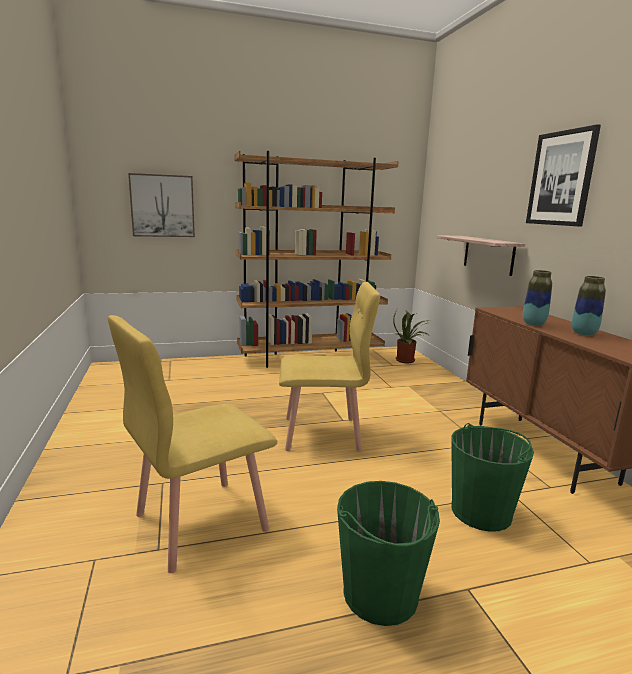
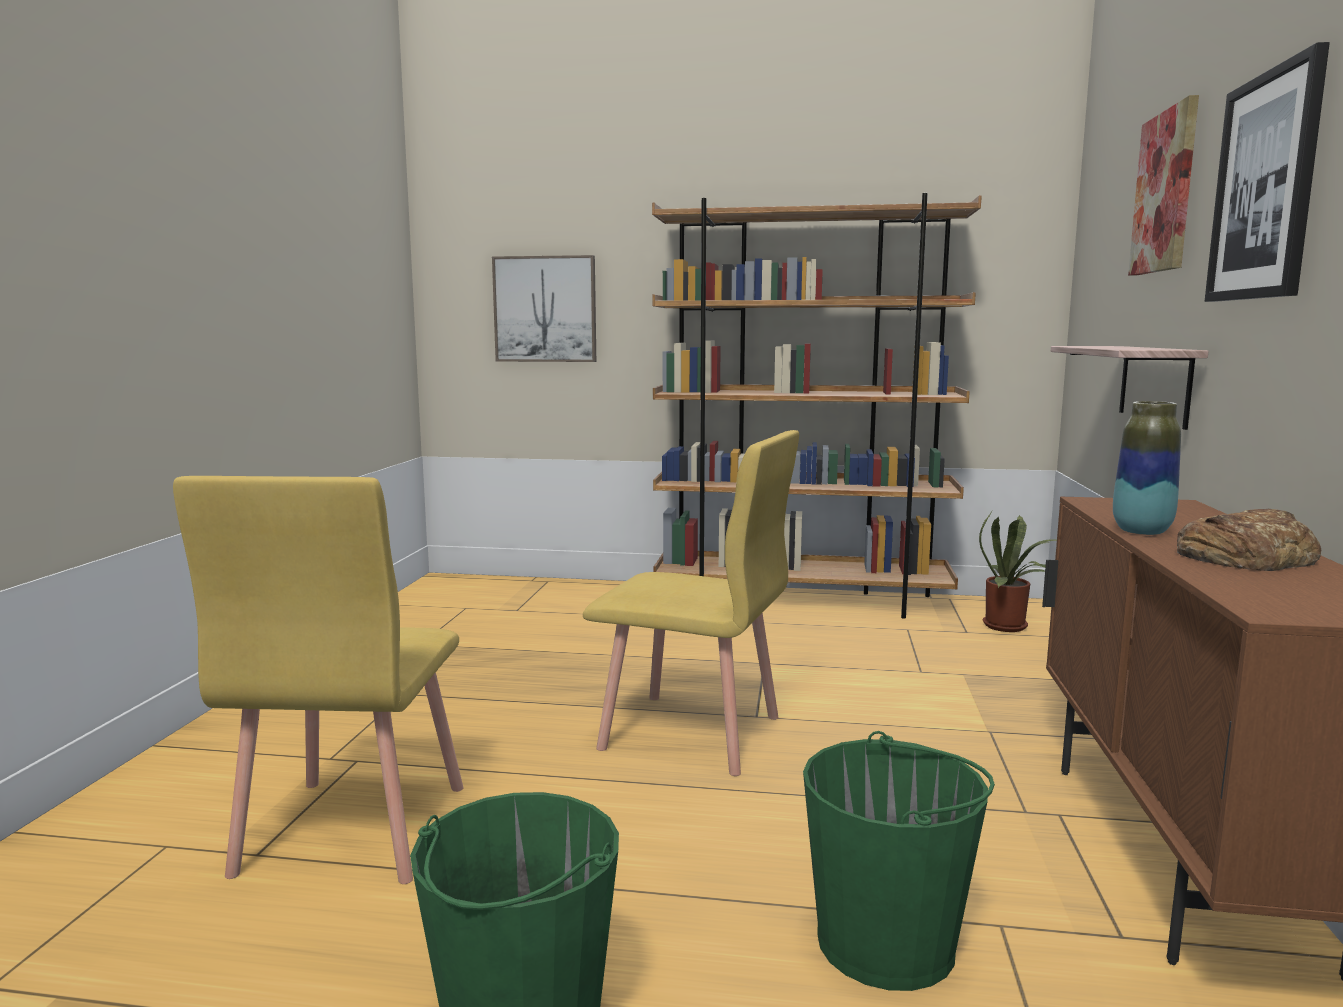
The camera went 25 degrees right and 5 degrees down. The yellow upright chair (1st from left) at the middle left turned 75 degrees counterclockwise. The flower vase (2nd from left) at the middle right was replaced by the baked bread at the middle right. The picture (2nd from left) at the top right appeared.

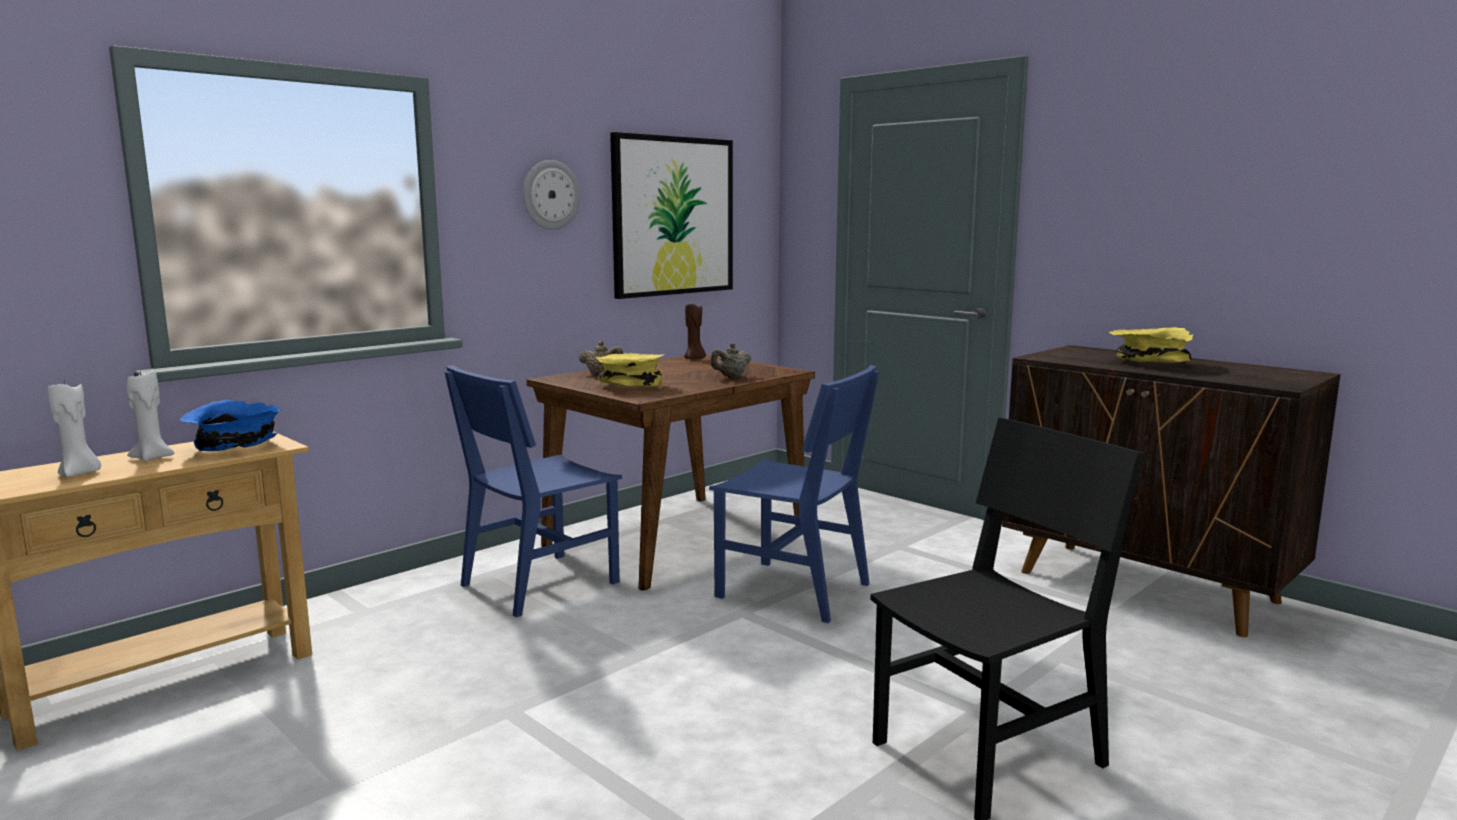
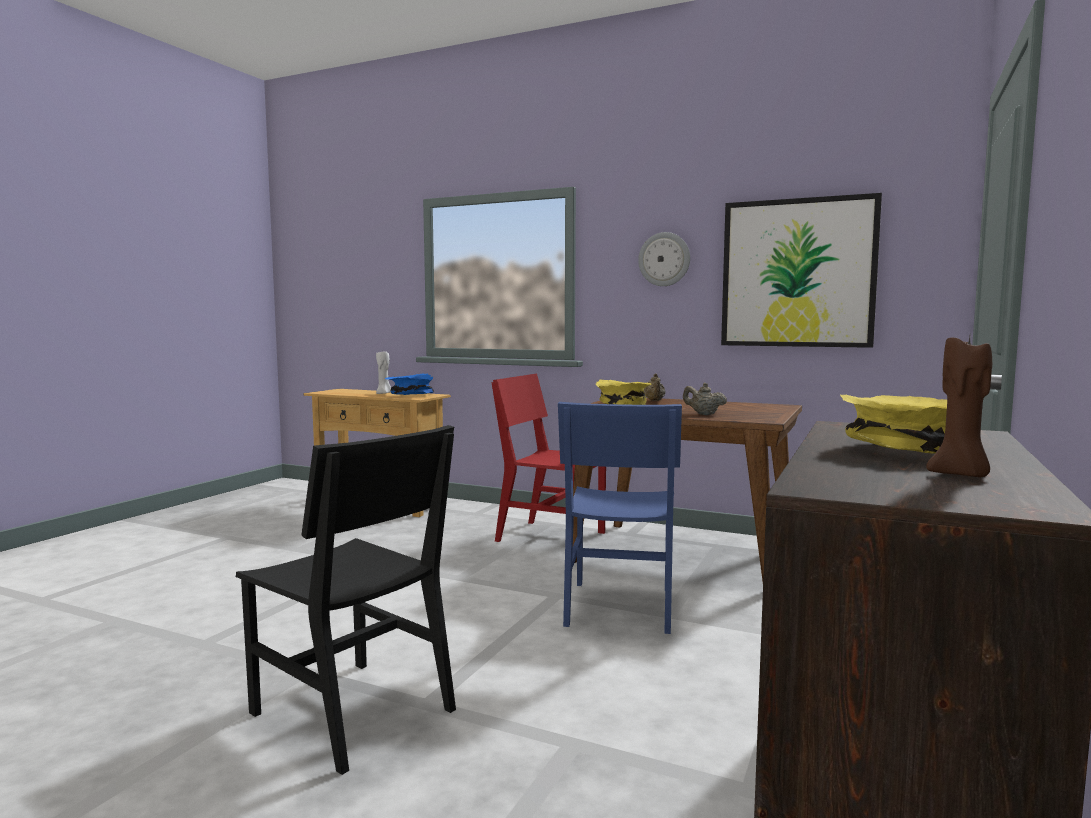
The camera went 70 degrees right and 5 degrees down. The white wax light (1st from left) at the middle left disappeared. The blue-coloured upright chair (1st from left) at the centre became the red upright chair at the centre. The brownish wax light moved from the centre to the middle right.

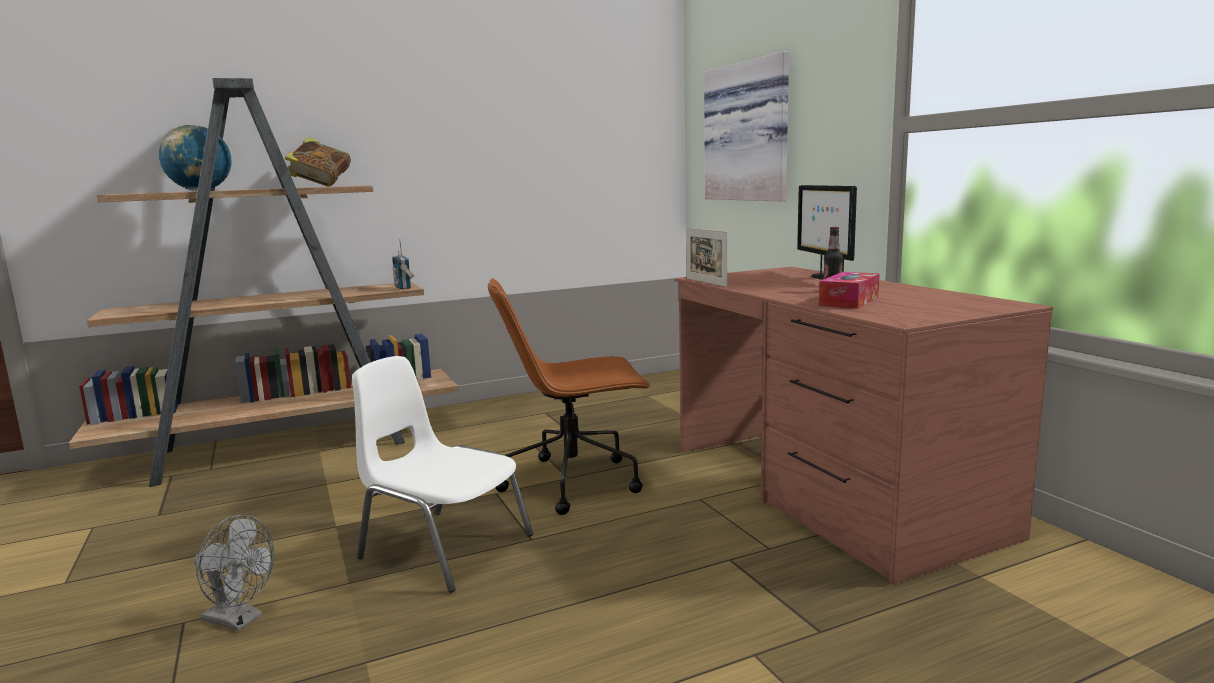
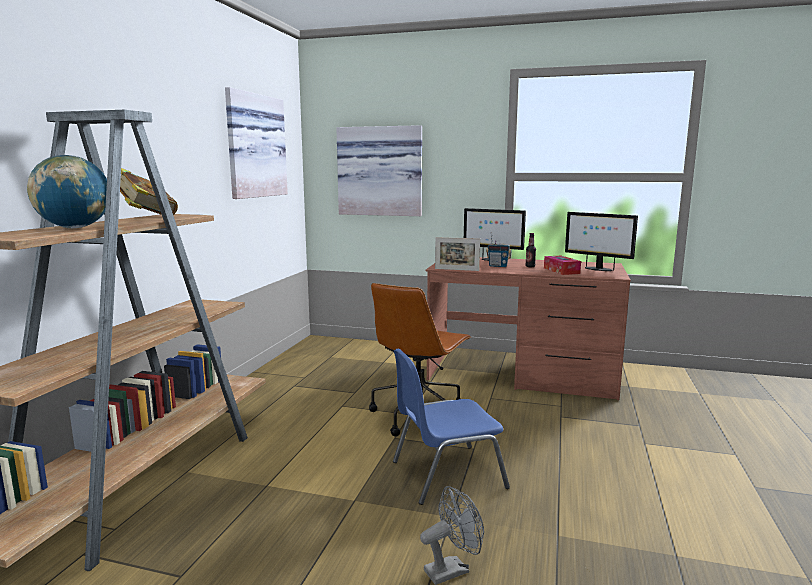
The camera went 50 degrees left and 0 degrees up. The white upright chair at the bottom centre became the blue-coloured upright chair at the bottom centre. The radio moved from the middle left to the centre. The picture (1st from left) at the top left appeared. The monitor (2nd from left) at the middle right appeared.

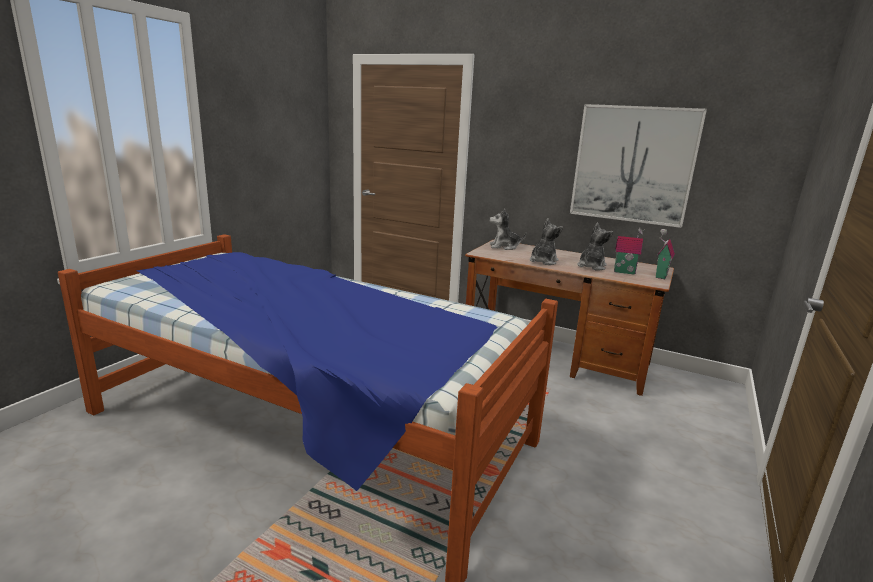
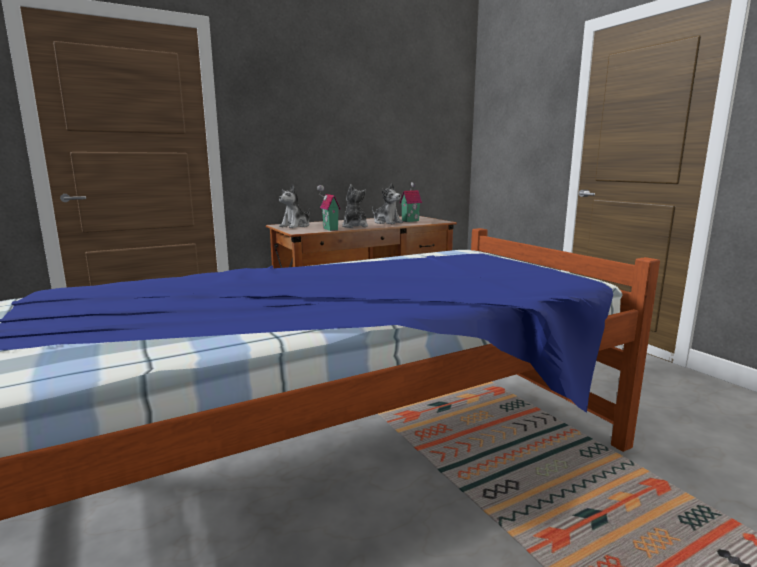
The camera went 55 degrees left and 5 degrees down. The picture at the top right disappeared. The plush toy (3rd from left) at the middle right turned 150 degrees clockwise. The miniature house (2nd from left in the first image) moved from the middle right to the centre.

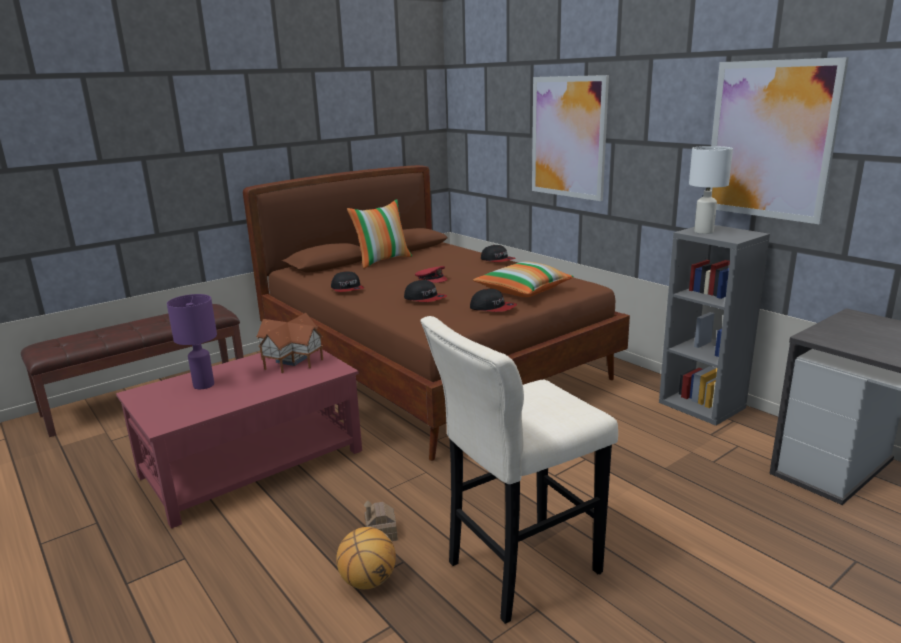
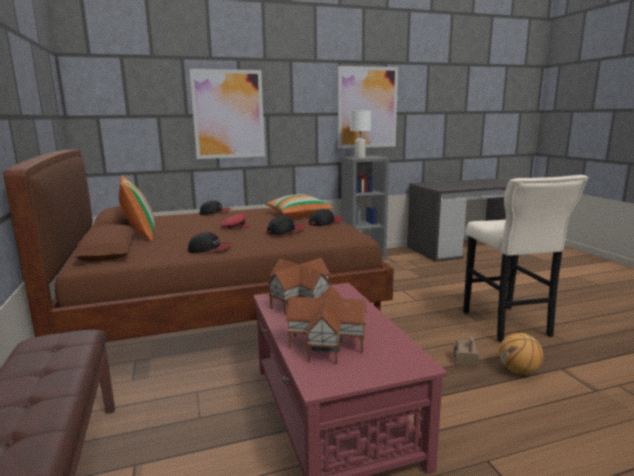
The camera went 70 degrees left and 5 degrees down. The purplish table lamp at the middle left was replaced by the miniature house (2nd from left) at the bottom centre.

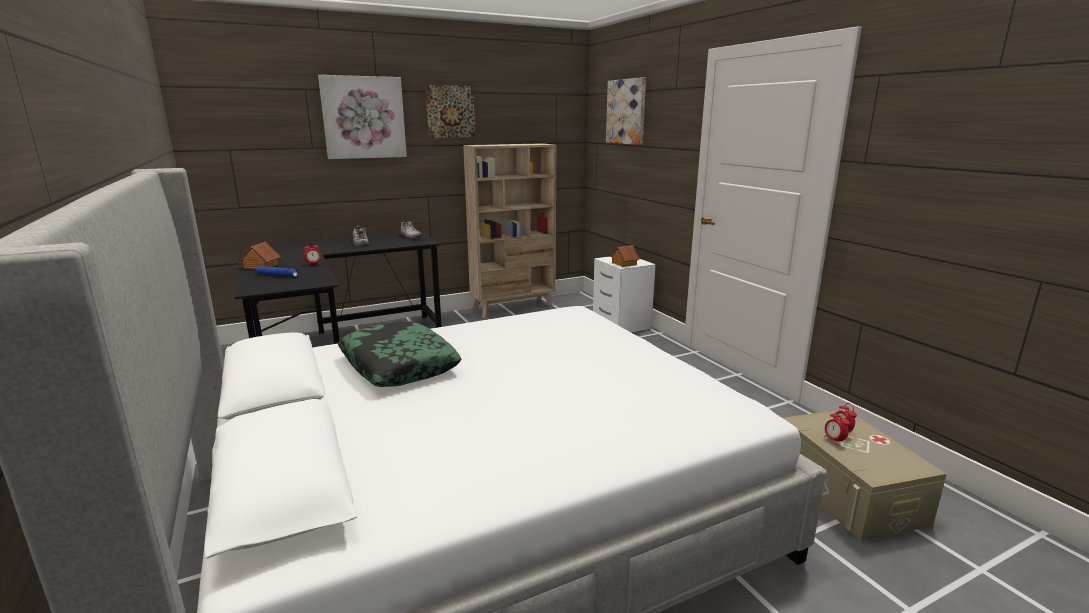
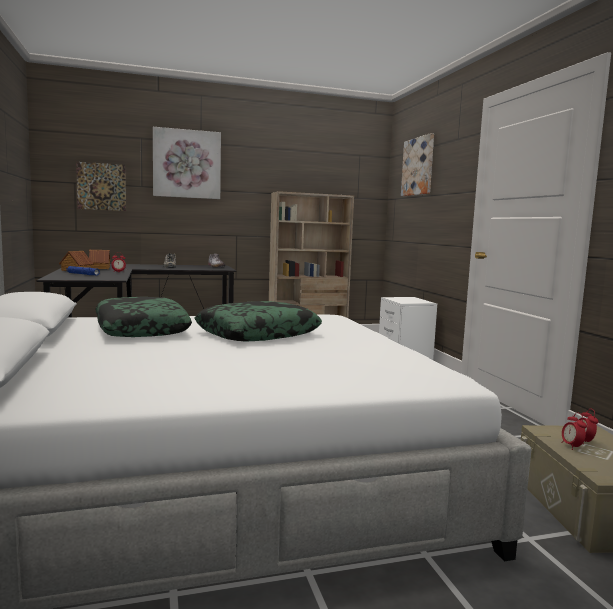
The camera went 10 degrees right and 10 degrees down. The picture (2nd from left in the first image) moved from the top centre to the top left. The miniature house (2nd from left) moved from the centre to the middle left. The throw pillow (2nd from left) at the centre appeared.

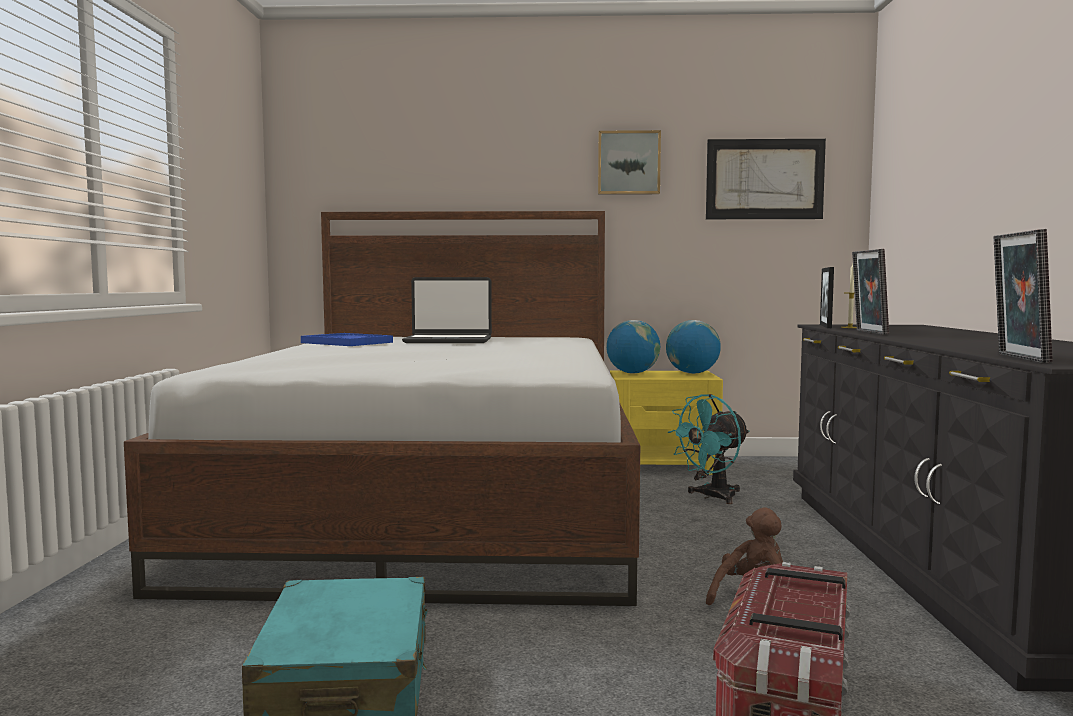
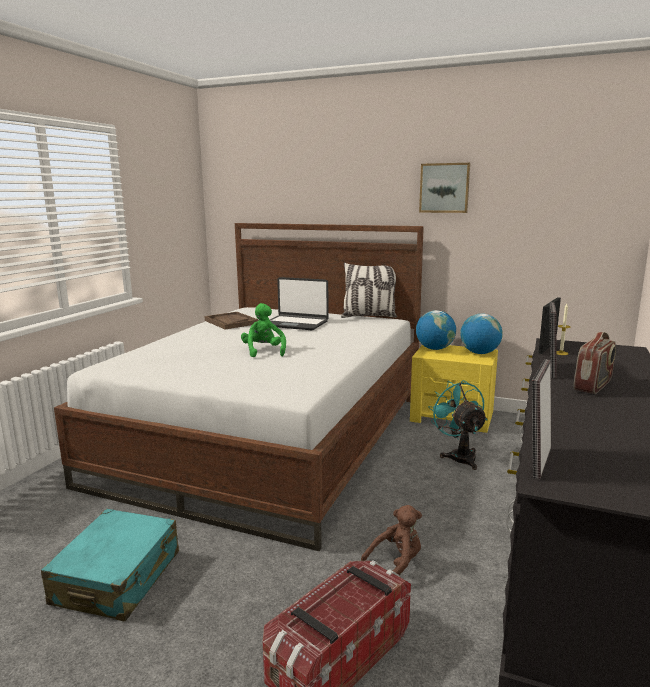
The camera went 20 degrees right and 10 degrees up. The blue-coloured serving tray at the middle left became the brownish serving tray at the centre. The turquoise-coloured cooling fan at the centre turned 90 degrees clockwise. The picture (2nd from left) at the top right disappeared. The greenish plush toy at the centre appeared. The throw pillow at the centre appeared. The radio at the middle right appeared.

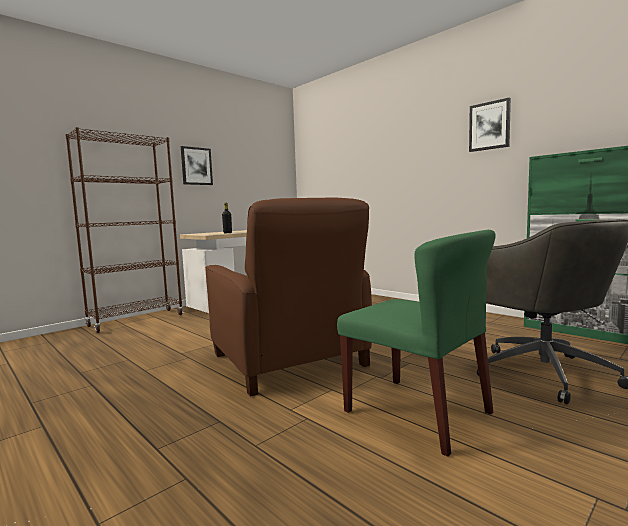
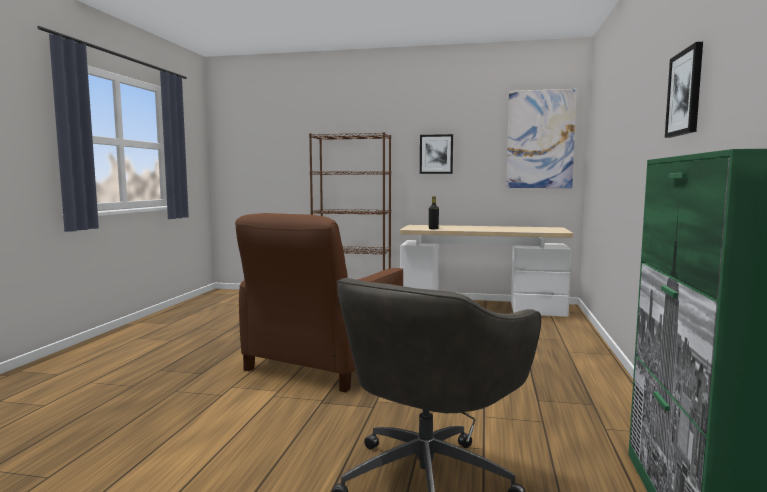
The camera went 55 degrees right and 0 degrees up. The greenish upright chair at the centre disappeared. The picture (2nd from left) at the top right appeared.

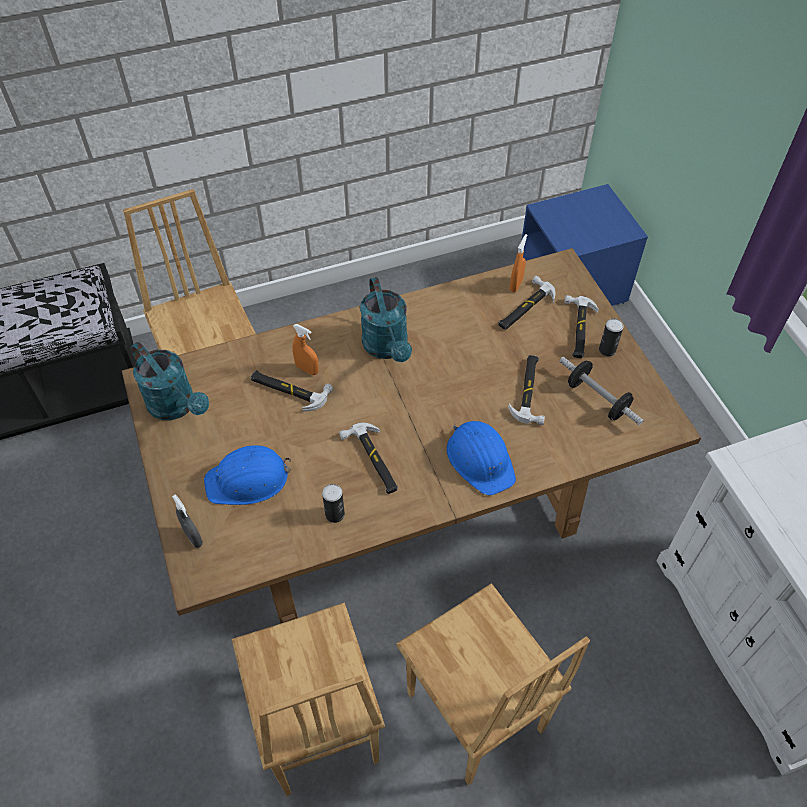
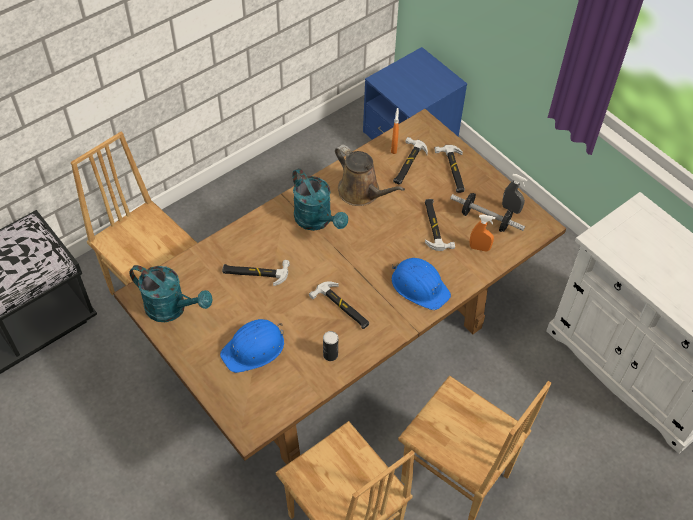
The camera went 20 degrees left and 0 degrees up. The grey hand sprayer moved from the middle left to the middle right. The orange hand sprayer (1st from left in the first image) moved from the centre to the middle right. The can (2nd from left) at the middle right disappeared. The brownish watering pot at the centre appeared.

